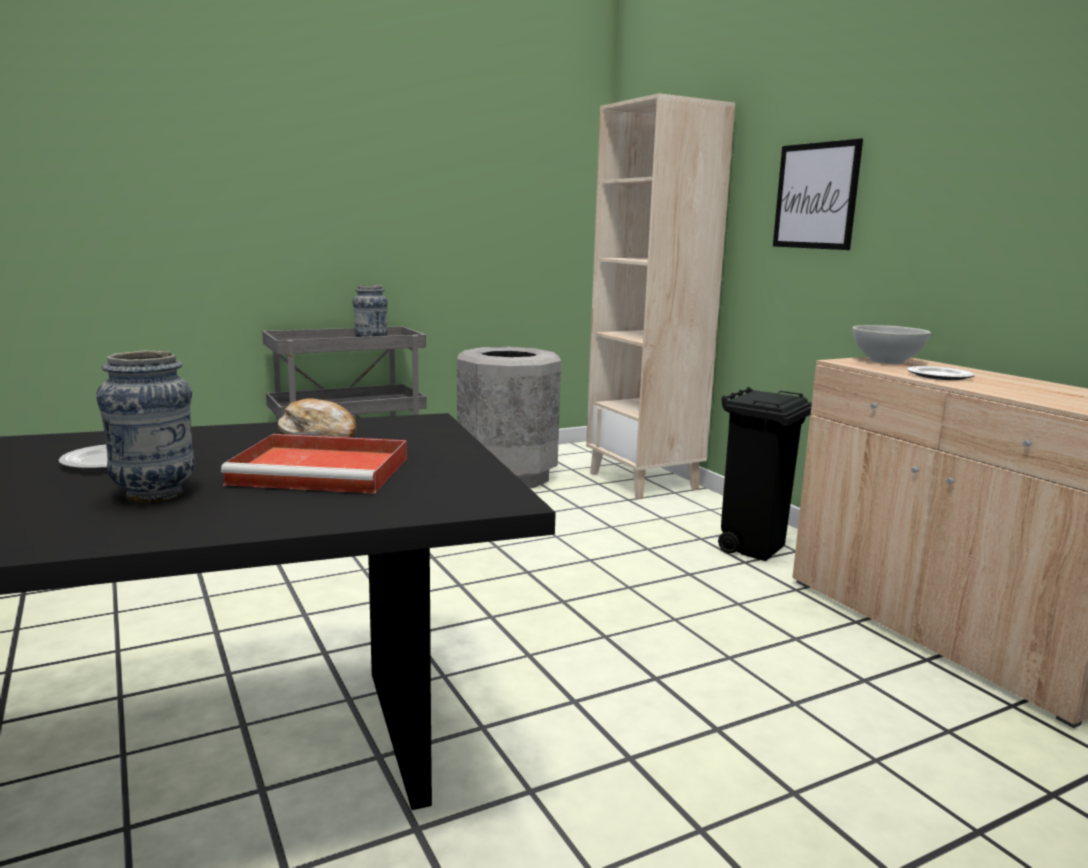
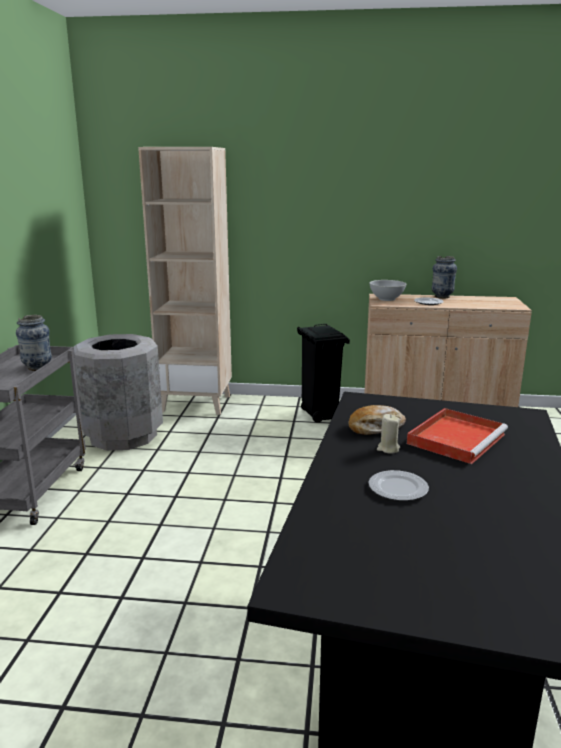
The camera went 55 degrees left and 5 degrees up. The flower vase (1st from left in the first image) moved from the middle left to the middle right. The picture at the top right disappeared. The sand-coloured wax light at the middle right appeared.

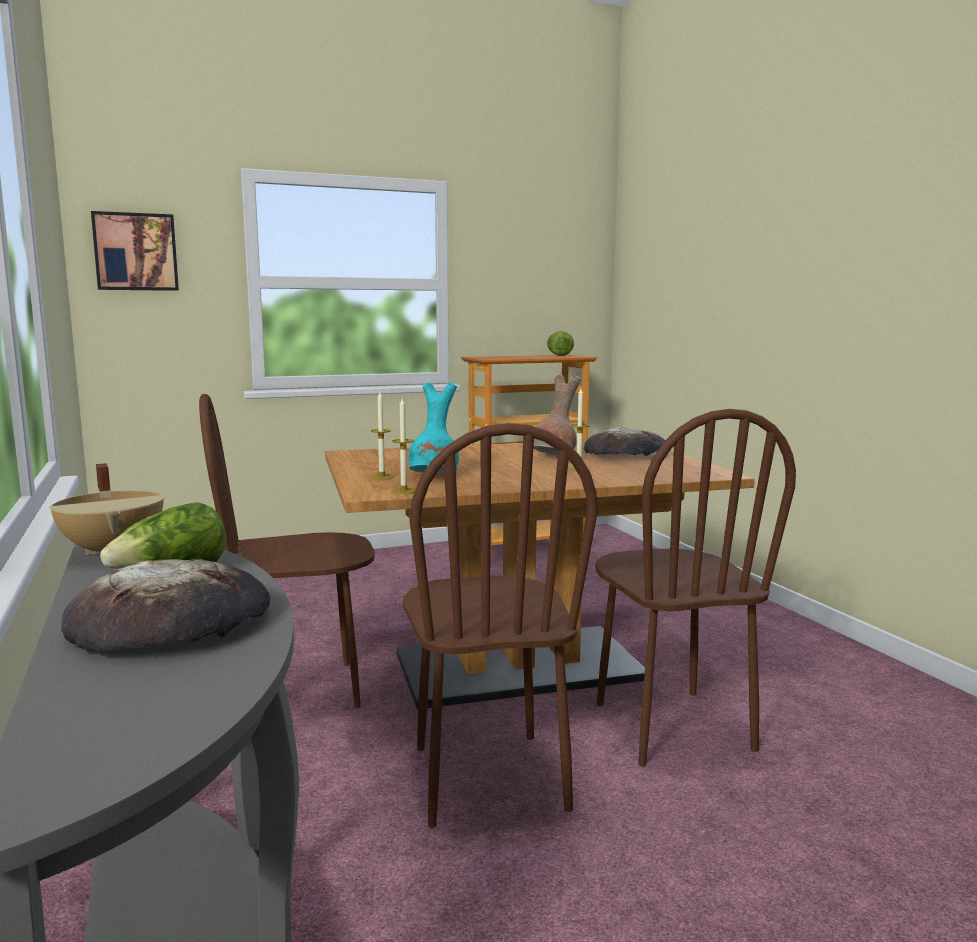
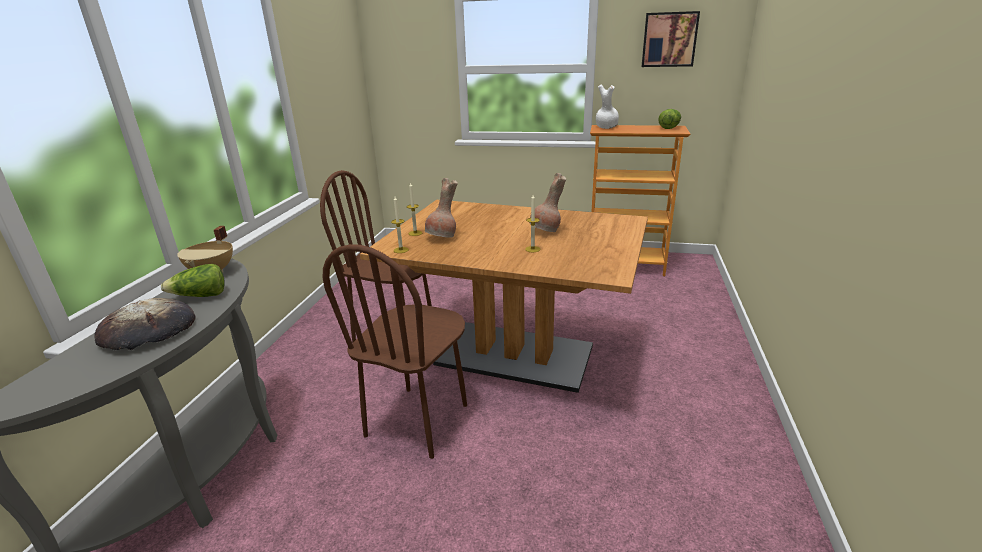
The camera went 35 degrees right and 15 degrees up. The picture moved from the top left to the top right. The turquoise-coloured flower vase at the centre became the brownish flower vase (1st from left) at the centre. The baked bread (2nd from left) at the centre disappeared. The brownish upright chair (3rd from left) at the middle right disappeared. The white flower vase at the top centre appeared.

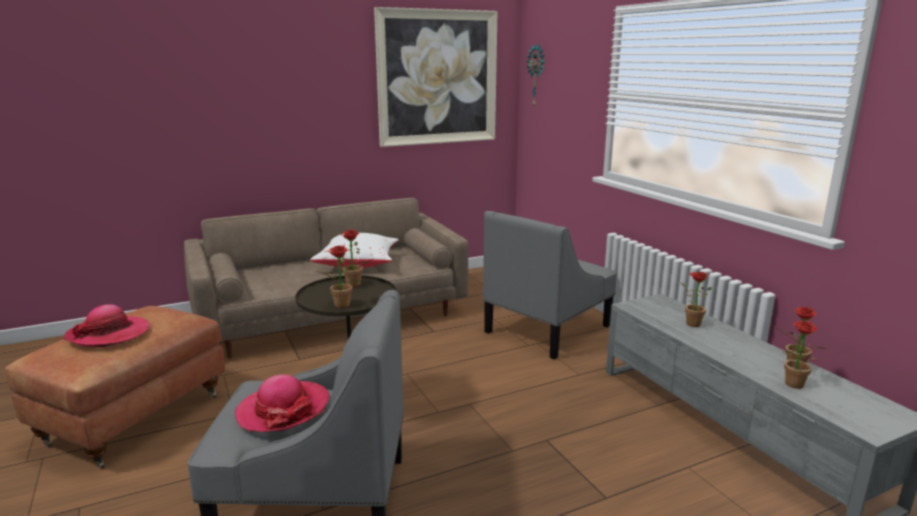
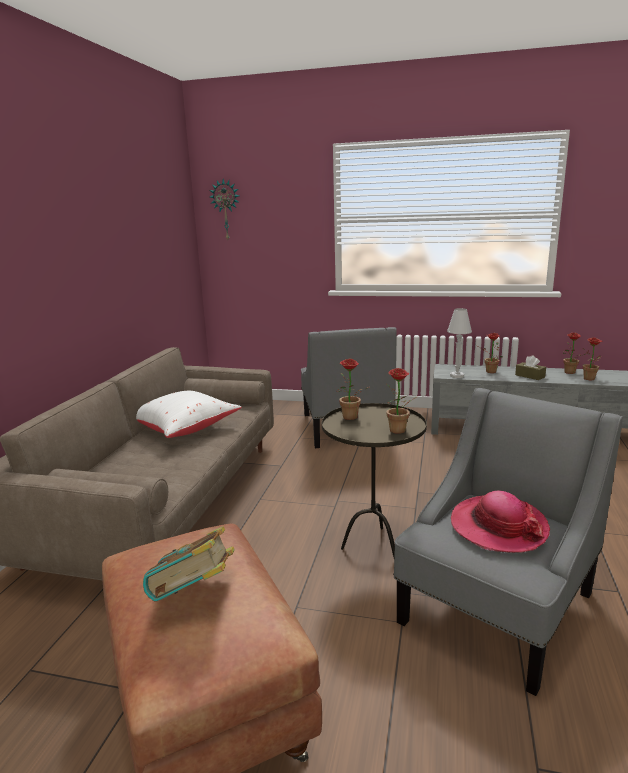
The camera went 50 degrees left and 0 degrees up. The clothing hat (1st from left) at the middle left was replaced by the volume at the bottom left. The picture at the top centre disappeared. The white table lamp at the middle right appeared. The brownish tissue holder at the middle right appeared.

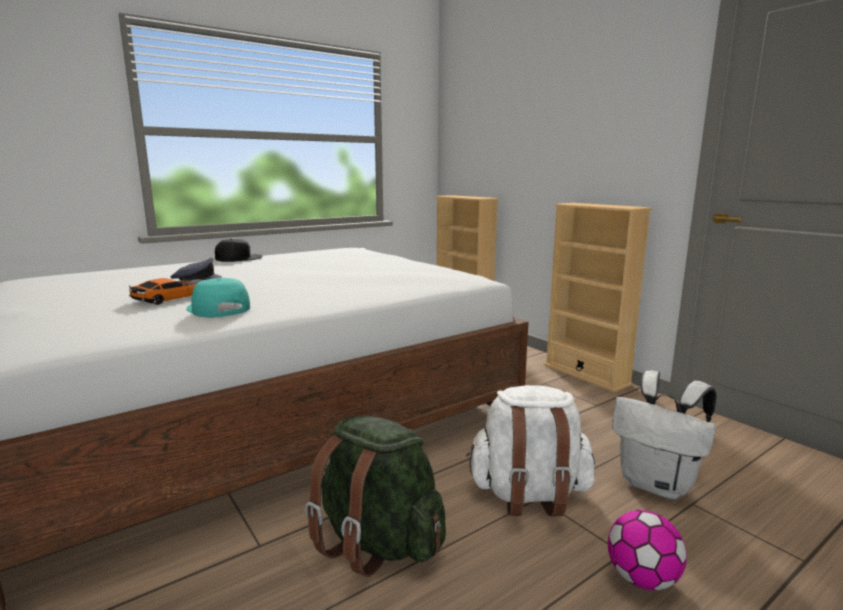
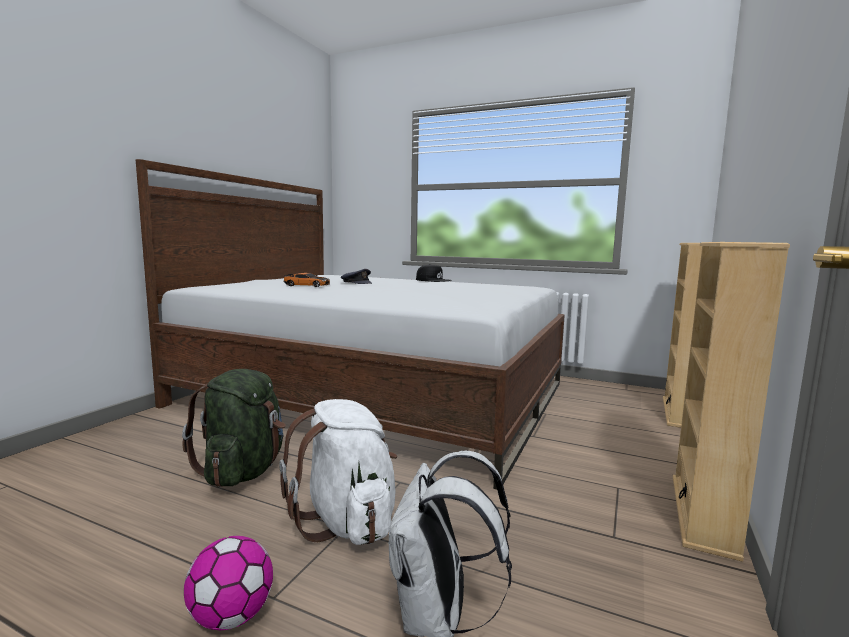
The camera went 60 degrees right and 5 degrees down. The turquoise-coloured cap at the middle left disappeared.

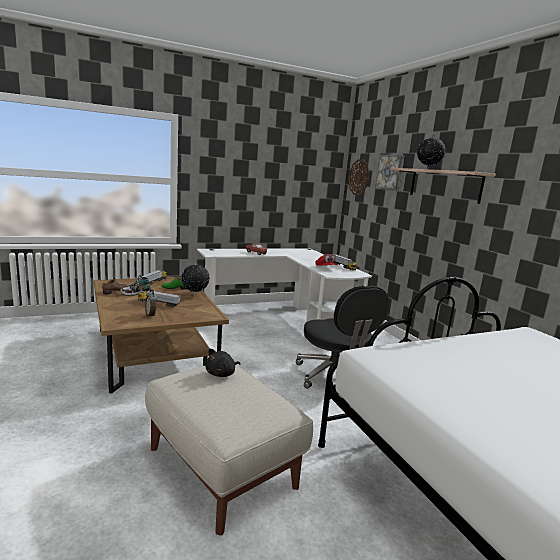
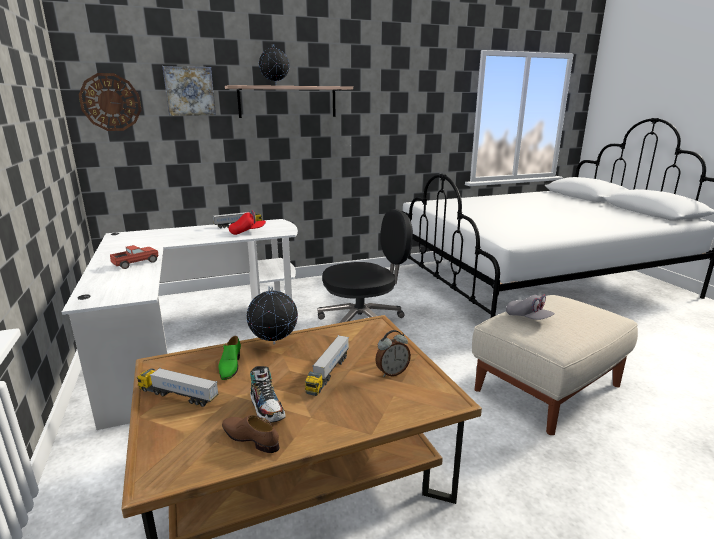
The camera went 85 degrees left and 5 degrees up. The black plush toy at the centre was replaced by the grey cap at the middle right.

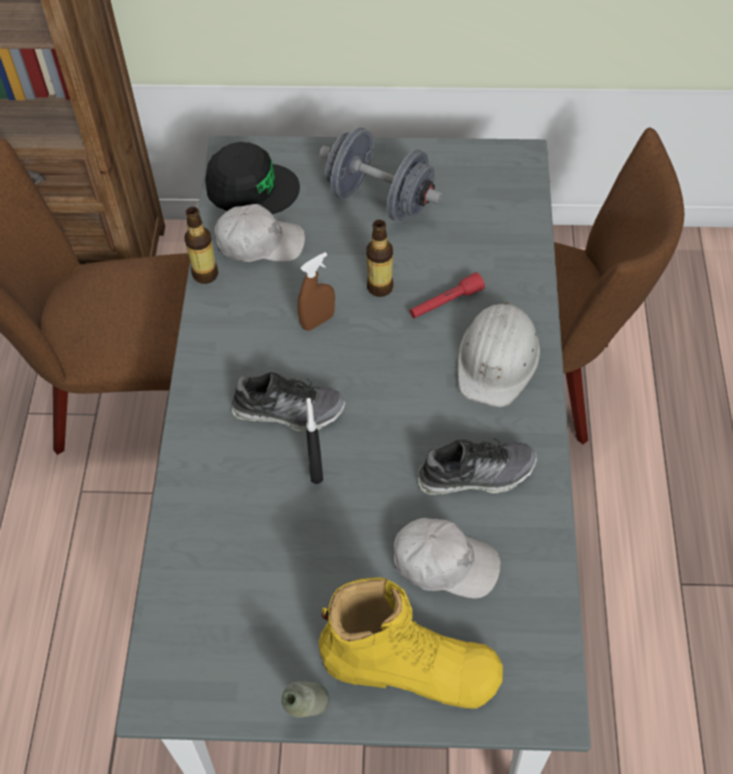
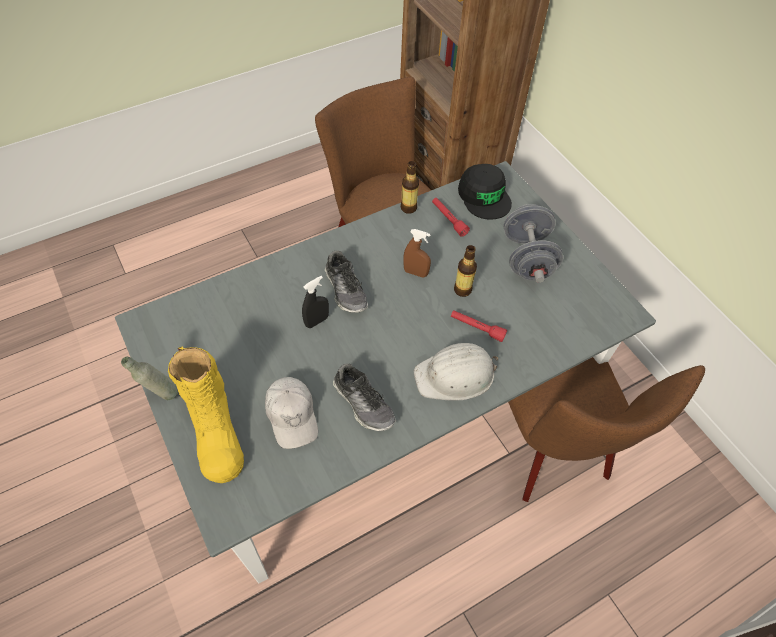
The camera went 55 degrees right and 0 degrees up. The white cap (1st from left) at the top centre was replaced by the red flashlight (1st from left) at the centre.

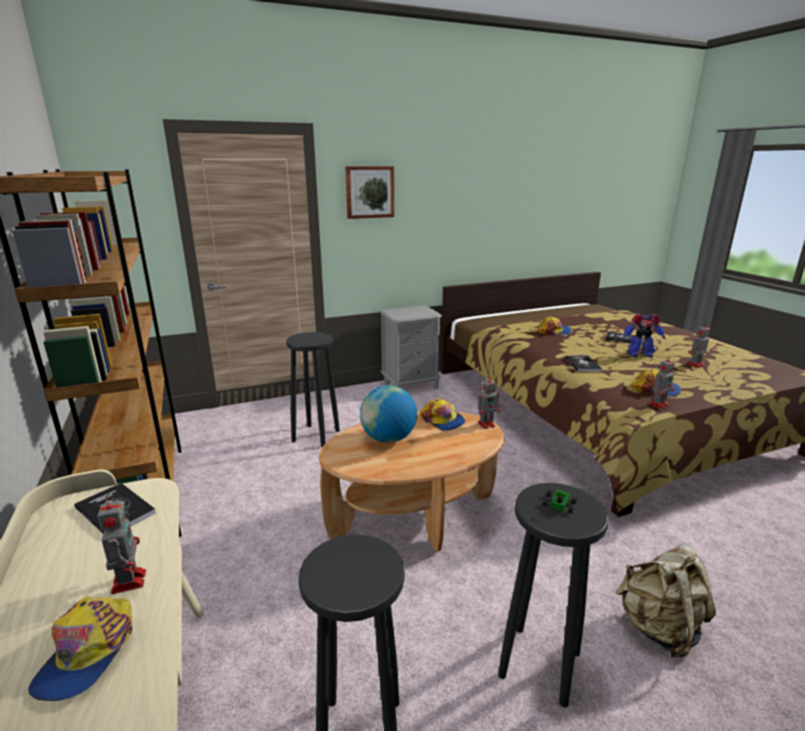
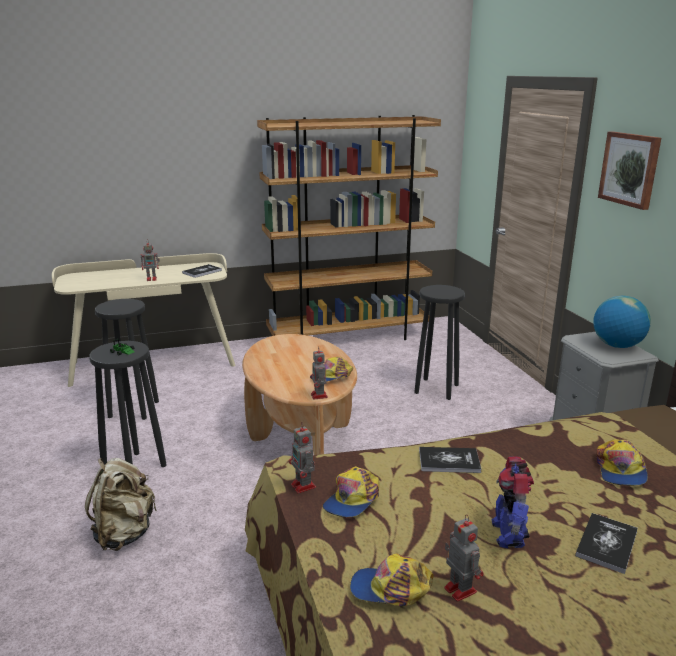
The camera went 95 degrees right and 0 degrees up. The cap (1st from left in the first image) moved from the bottom left to the bottom centre. The world globe moved from the centre to the middle right.

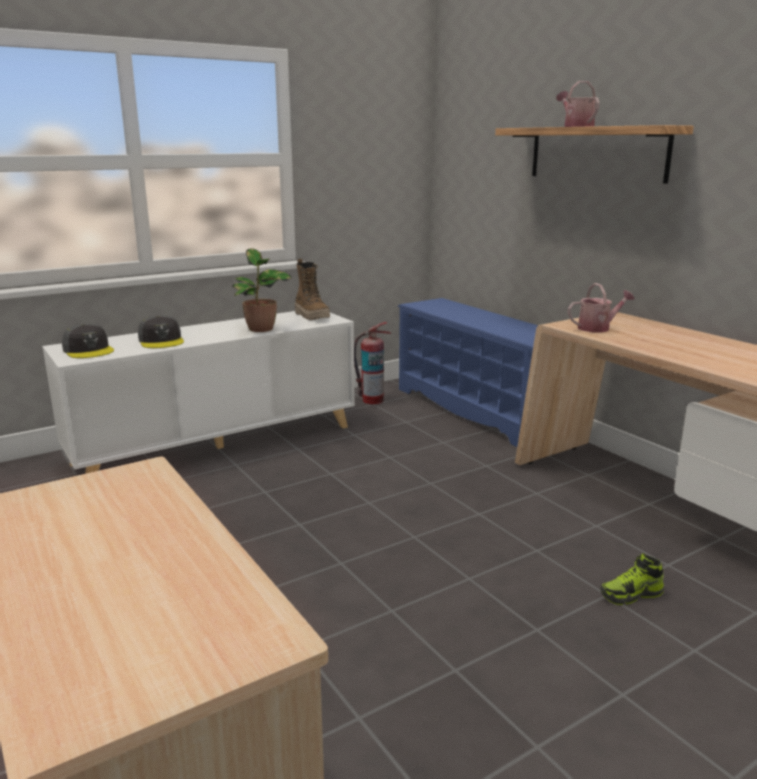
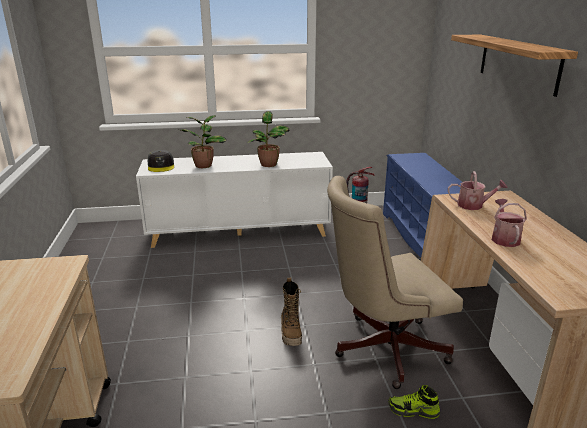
The camera went 25 degrees right and 5 degrees up. The grey cap (2nd from left) at the middle left was replaced by the potted plant (1st from left) at the top centre. The high-top boot moved from the centre to the bottom centre. The watering pot (1st from left in the first image) moved from the top right to the middle right. The sand-coloured computer chair at the middle right appeared.

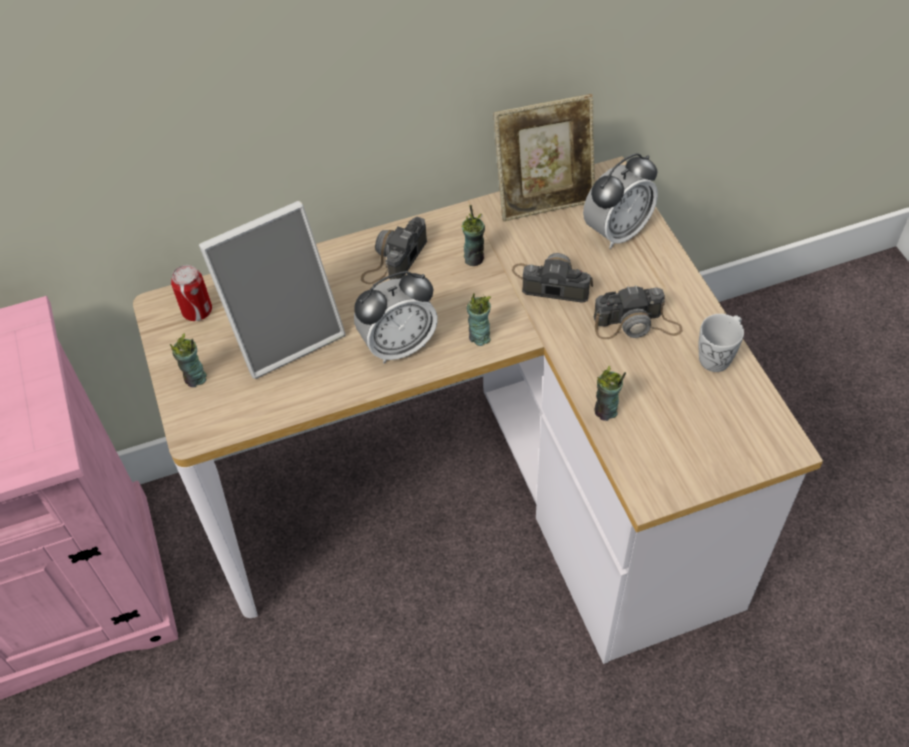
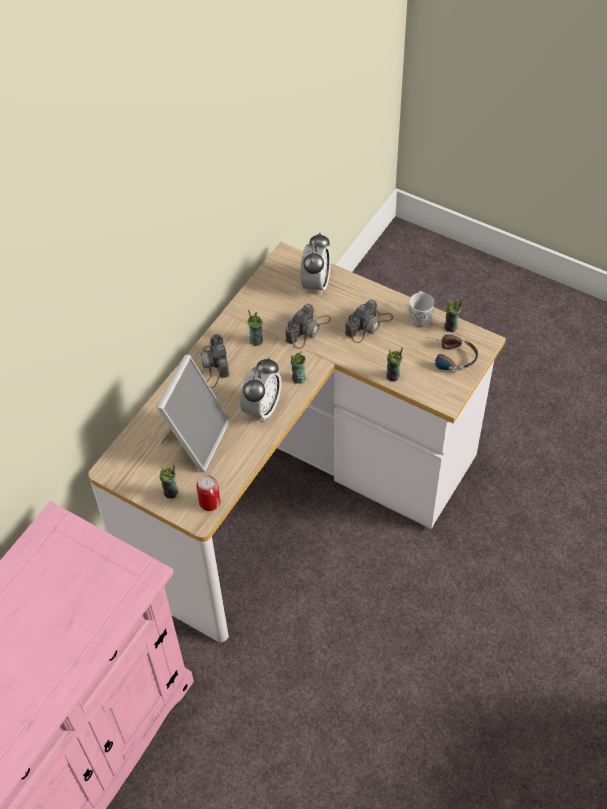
The camera went 40 degrees left and 0 degrees up. The can moved from the middle left to the centre. The picture frame (2nd from left) at the top centre disappeared. The still camera (2nd from left) at the centre turned 150 degrees clockwise. The headset at the middle right appeared. The cup (5th from left) at the middle right appeared.

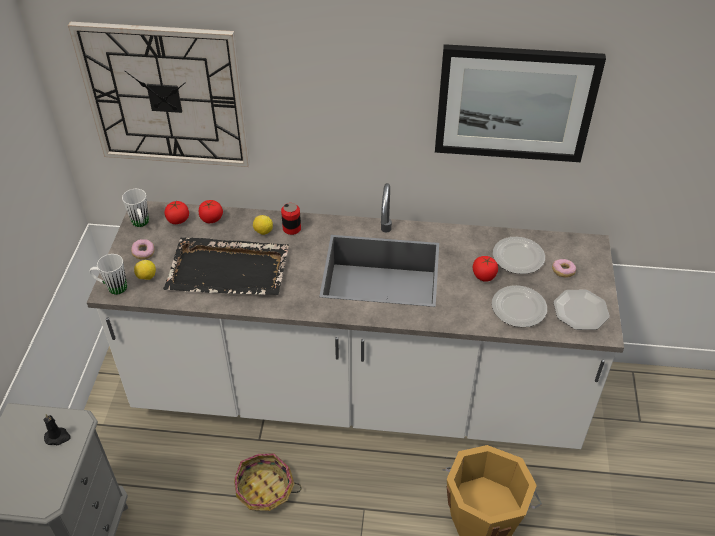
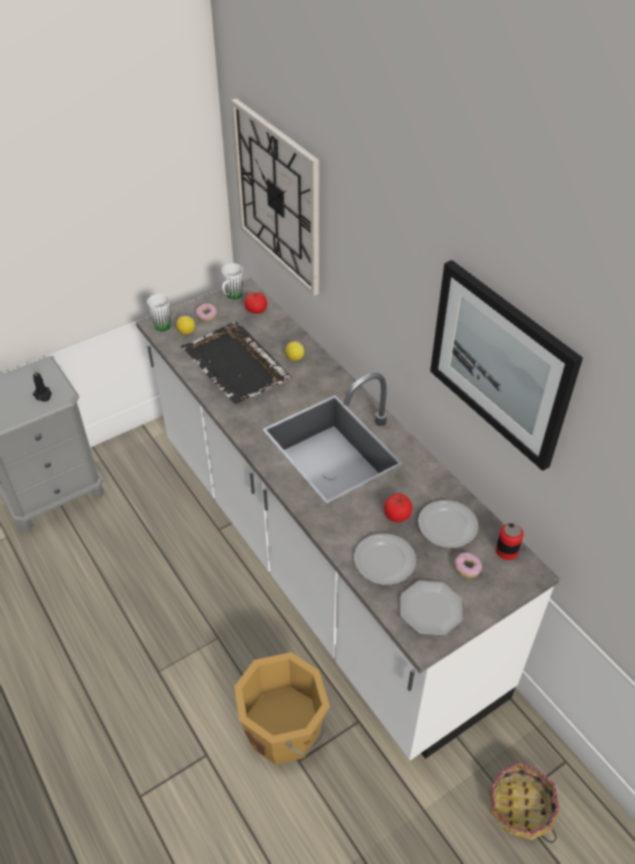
The camera went 50 degrees right and 0 degrees up. The whole tomato (2nd from left) at the middle left disappeared. The storage basket moved from the bottom centre to the bottom right. The can moved from the centre to the middle right.

